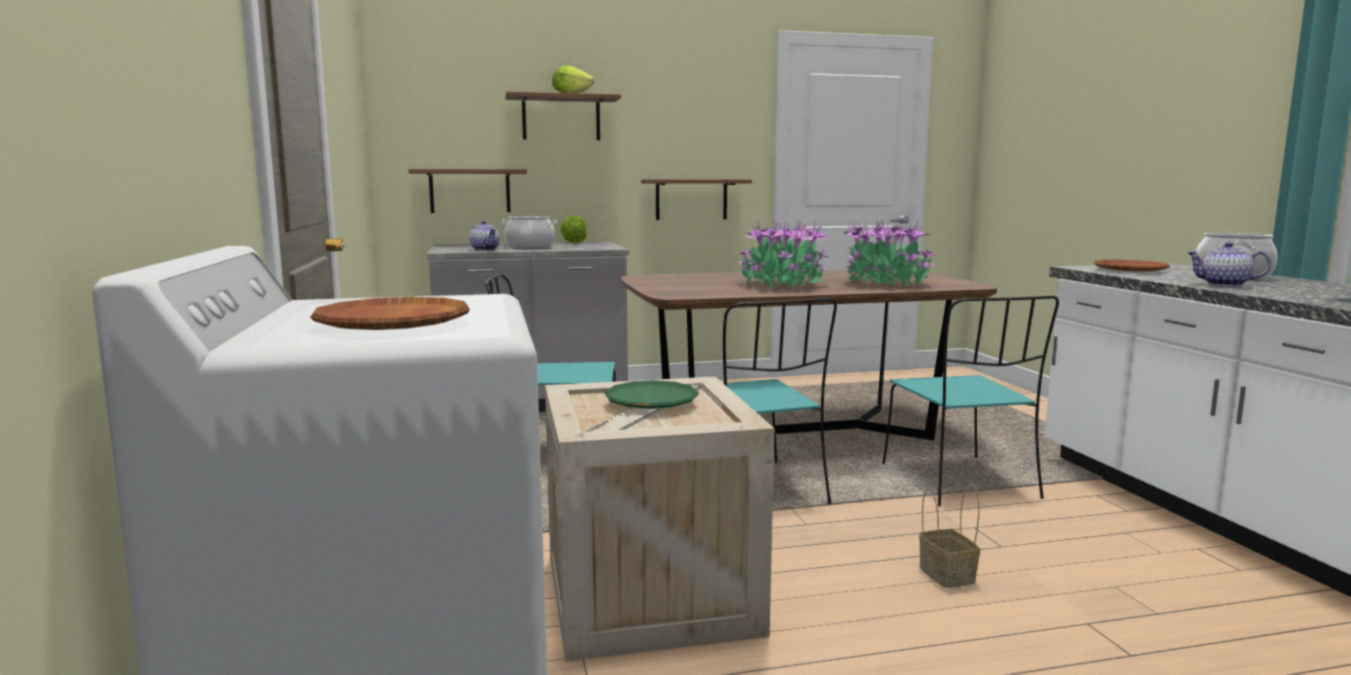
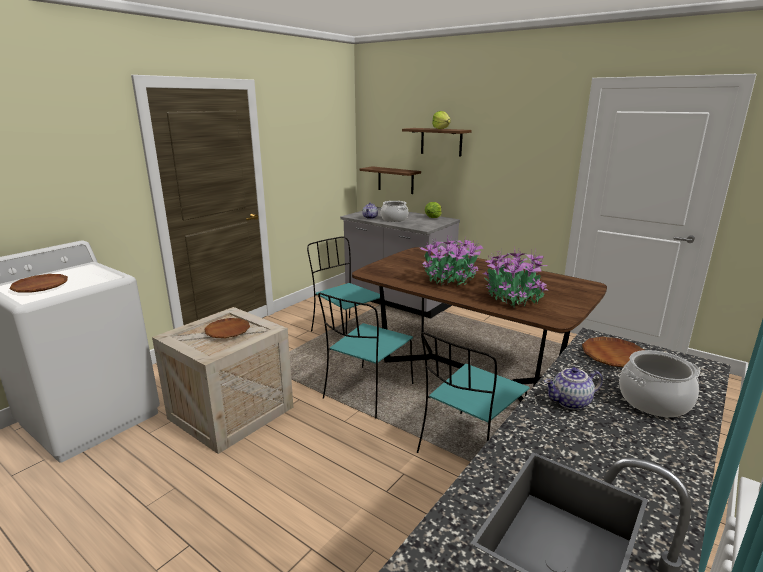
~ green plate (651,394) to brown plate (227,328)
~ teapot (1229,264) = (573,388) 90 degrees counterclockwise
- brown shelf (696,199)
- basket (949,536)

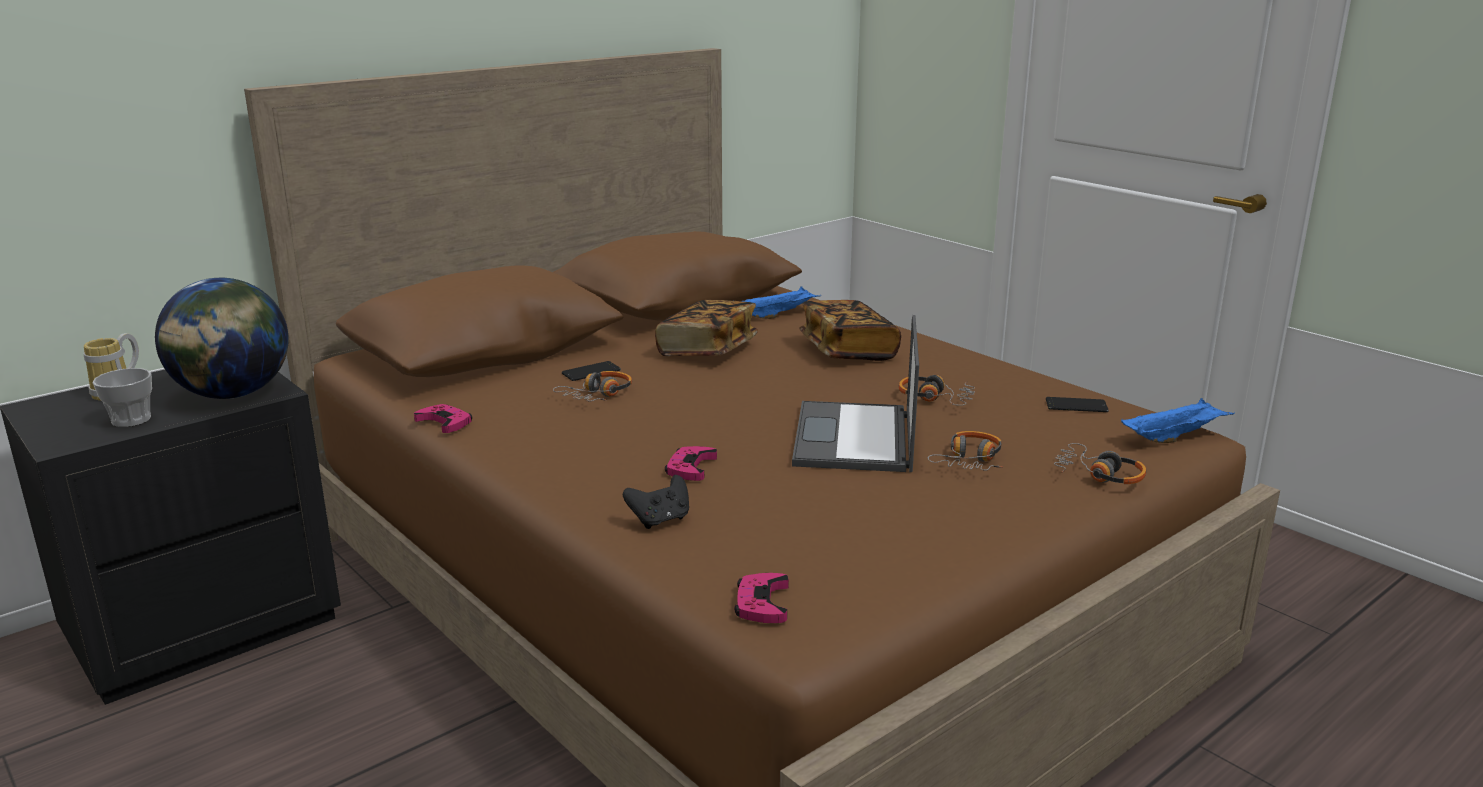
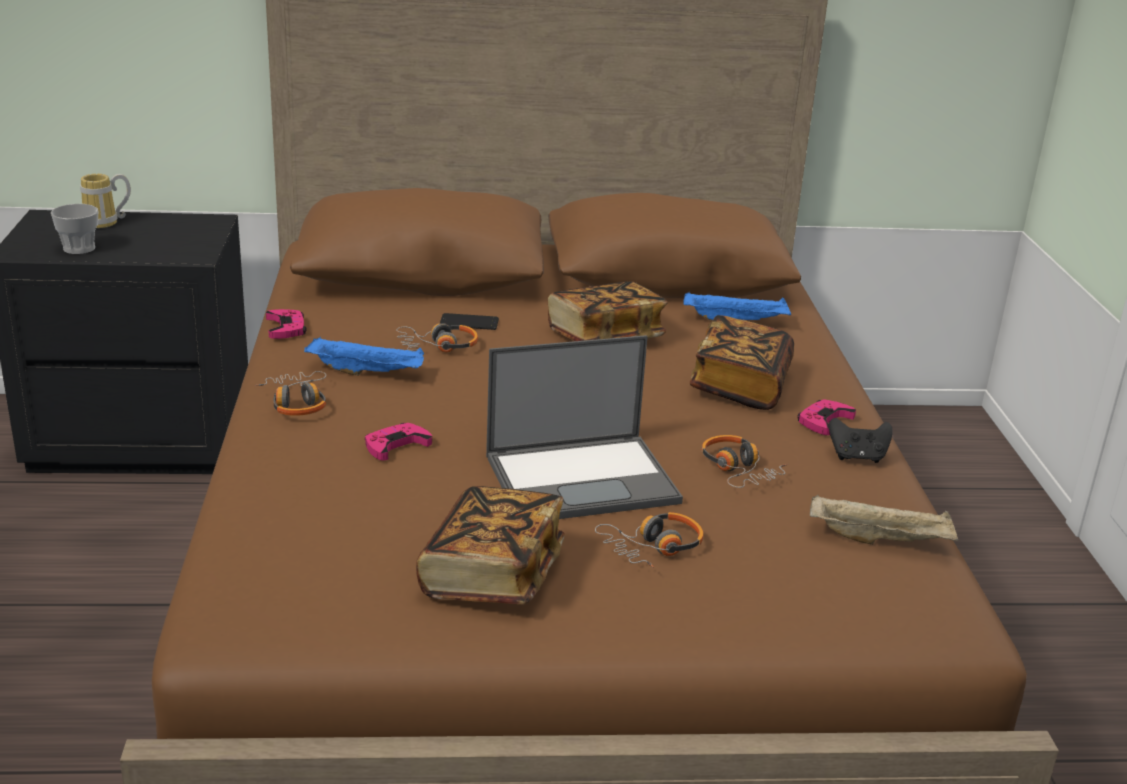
~ headphones (1100,463) to (290,393)
~ blue tray (1177,420) to (364,356)
+ book (490,545)
~ laptop (855,393) = (584,427) 150 degrees counterclockwise
~ pink game controller (761,598) to (826,417)
~ phone (1077,404) to beige tray (884,519)
~ black game controller (656,502) to (861,440)
- globe (222,338)

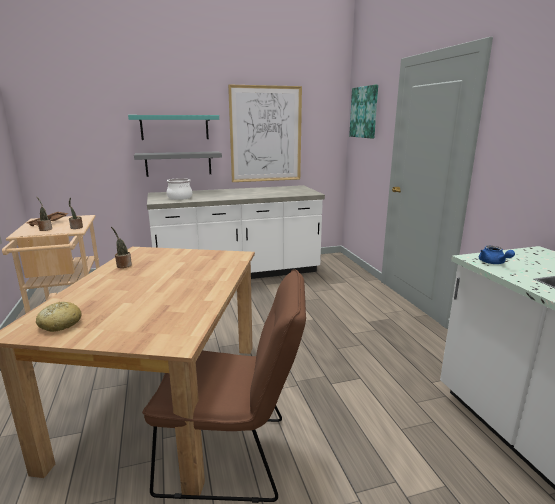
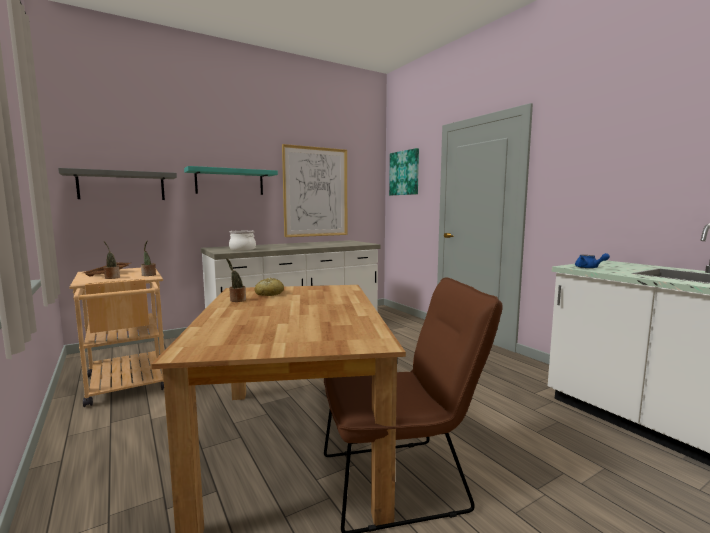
~ grey shelf (178,164) to (117,184)
~ bread (58,317) to (269,287)

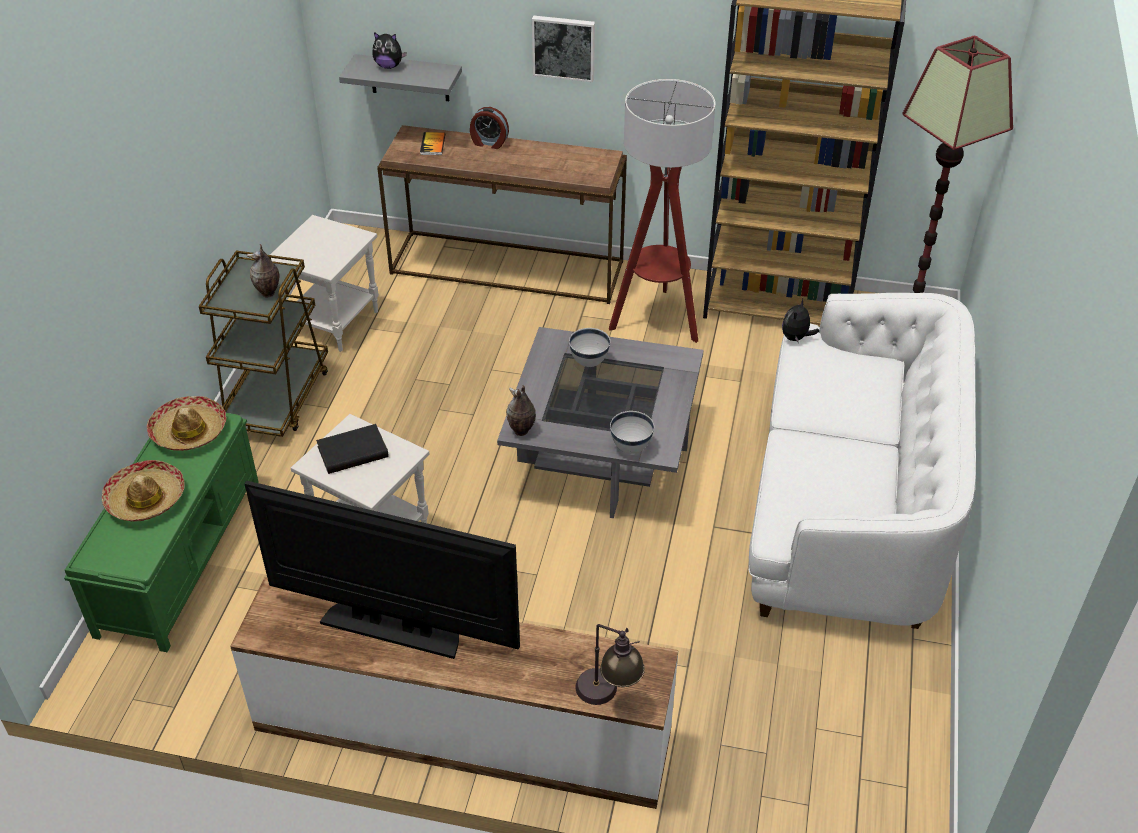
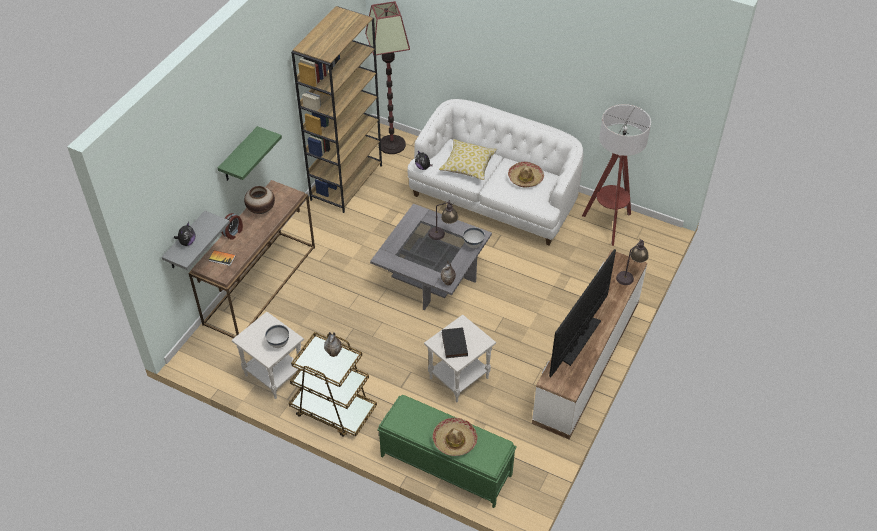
~ picture (563,48) to green shelf (250,153)
+ vase (259,200)
~ white bowl (589,347) to (277,336)
+ table lamp (443,220)
+ pillow (468,159)
~ hat (187,423) to (526,174)
~ floor lamp (662,211) to (616,175)

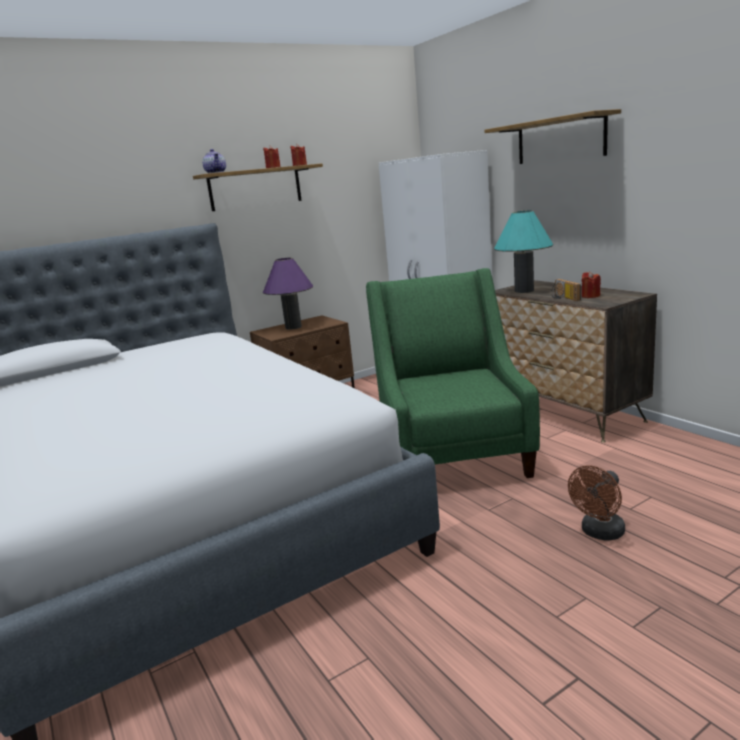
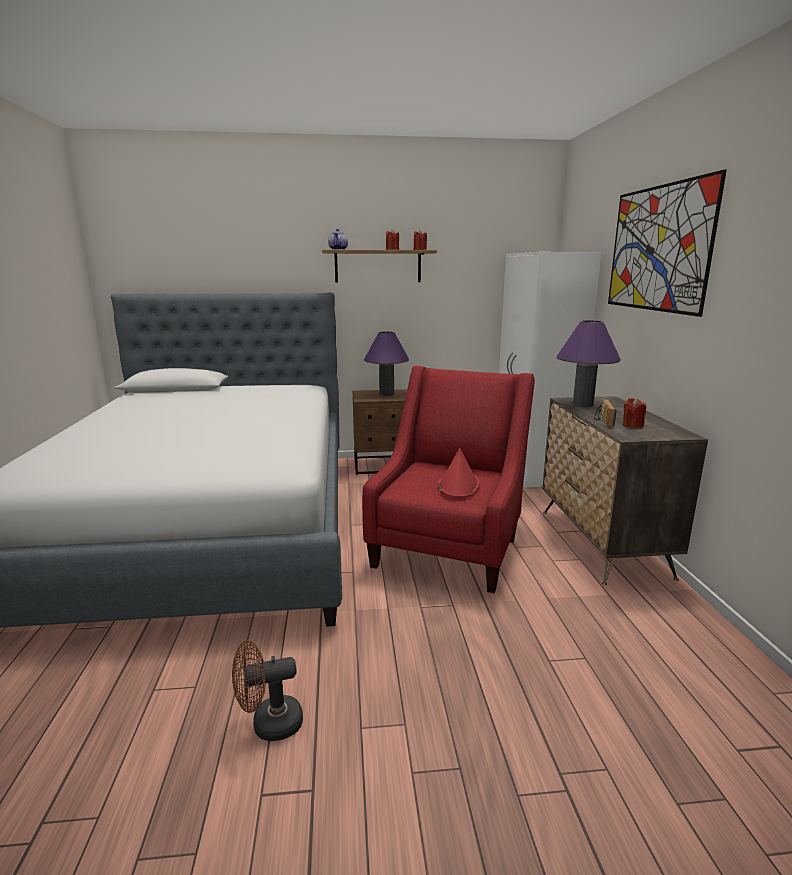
~ brown fan (596,503) to (267,691)
~ green armchair (453,373) to red armchair (448,479)
+ red hat (459,473)
~ turquoise table lamp (523,251) to purple table lamp (588,363)
~ shelf (553,136) to picture (667,243)

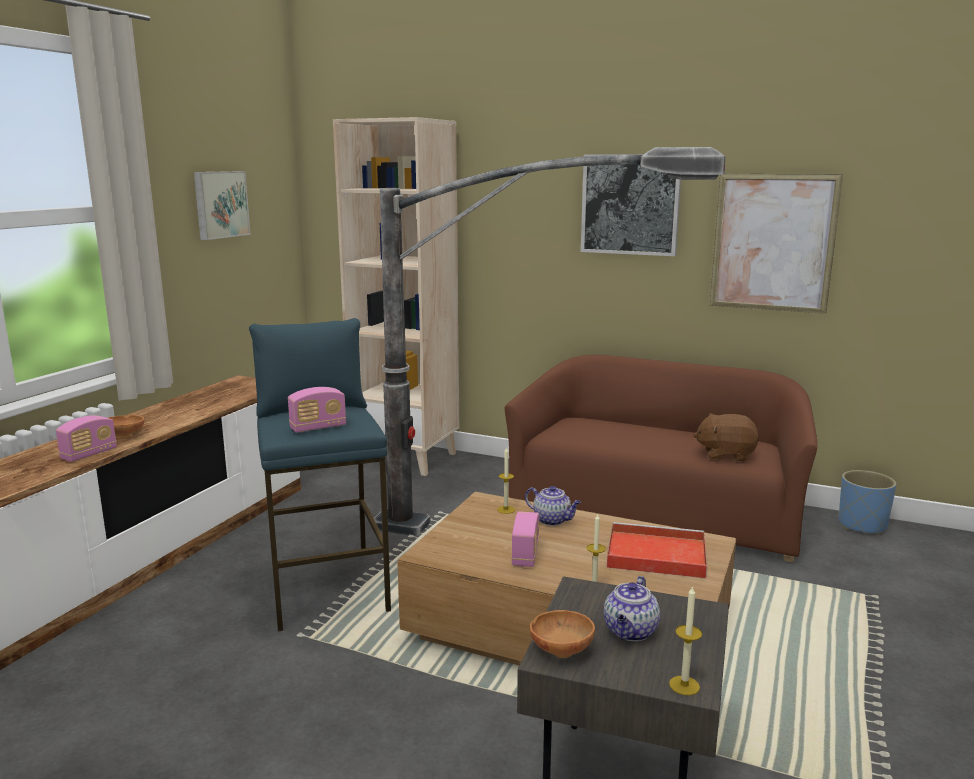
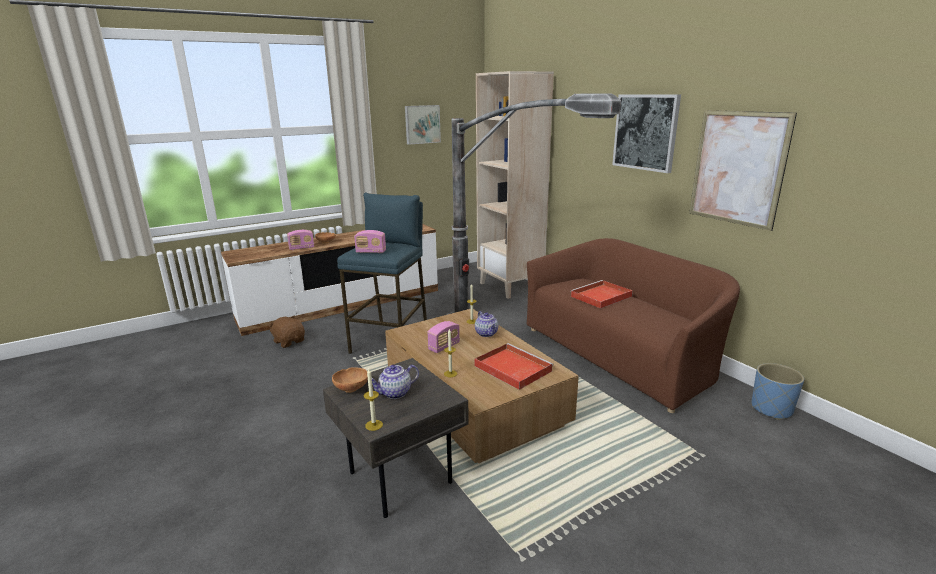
~ brown plush toy (726,437) to (286,332)
+ red tray (601,294)

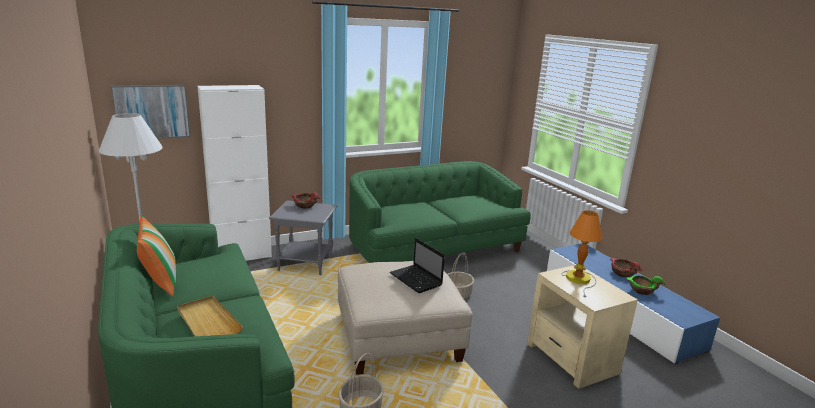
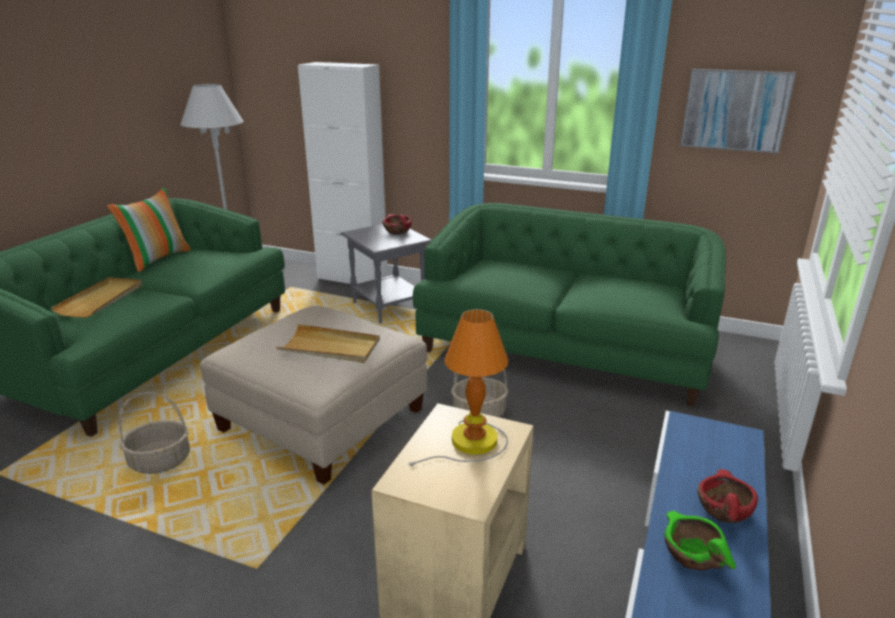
~ laptop (417,265) to beige tray (328,343)
~ picture (150,112) to (738,111)

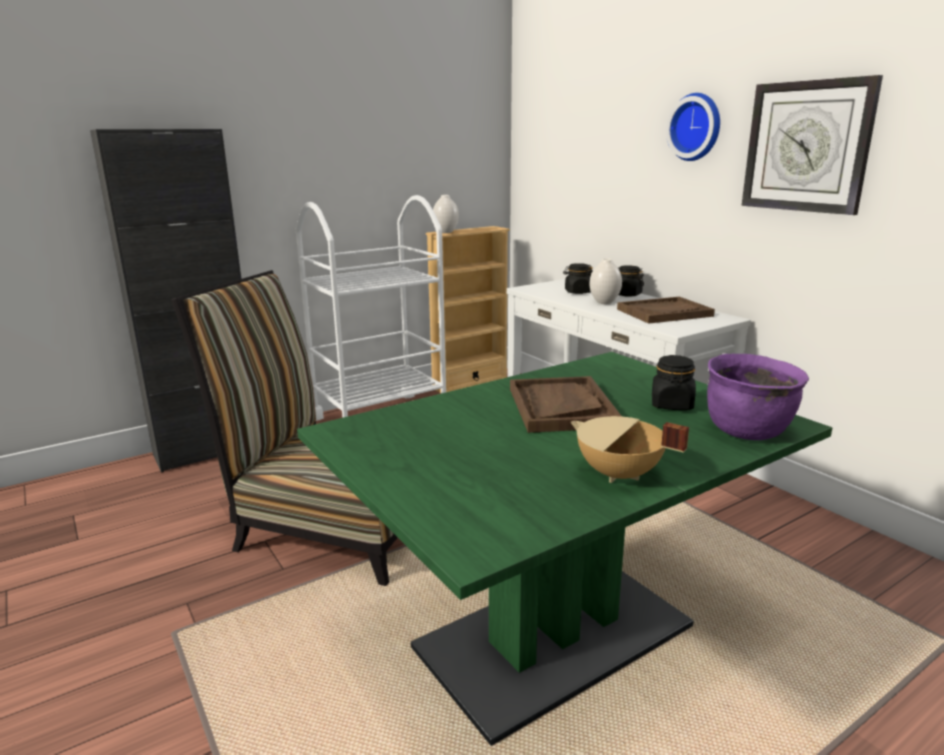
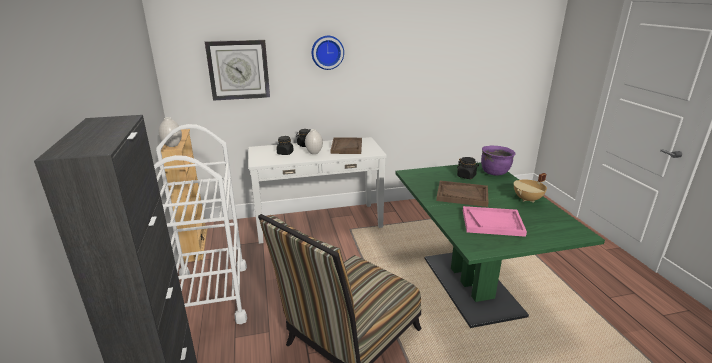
~ wall clock (812,145) to (237,70)
+ pink tray (495,221)

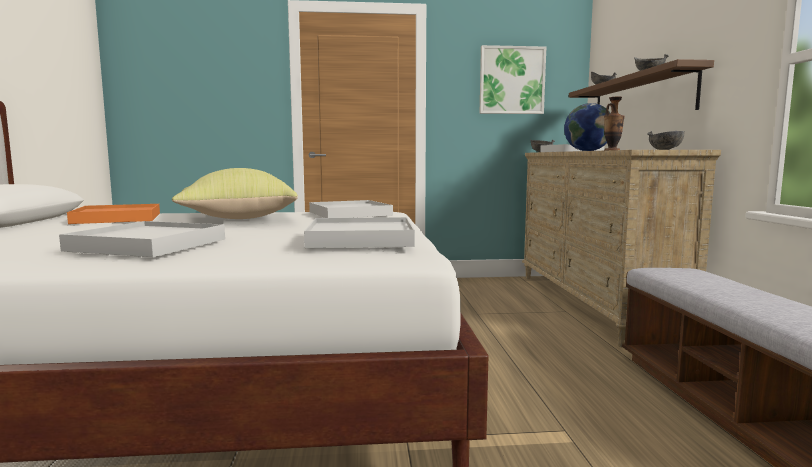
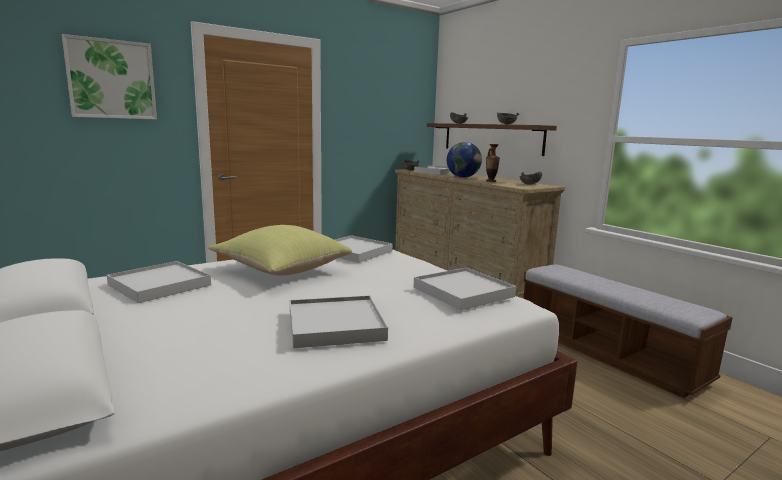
~ picture (513,79) to (109,76)
~ orange tray (113,214) to white tray (159,282)

